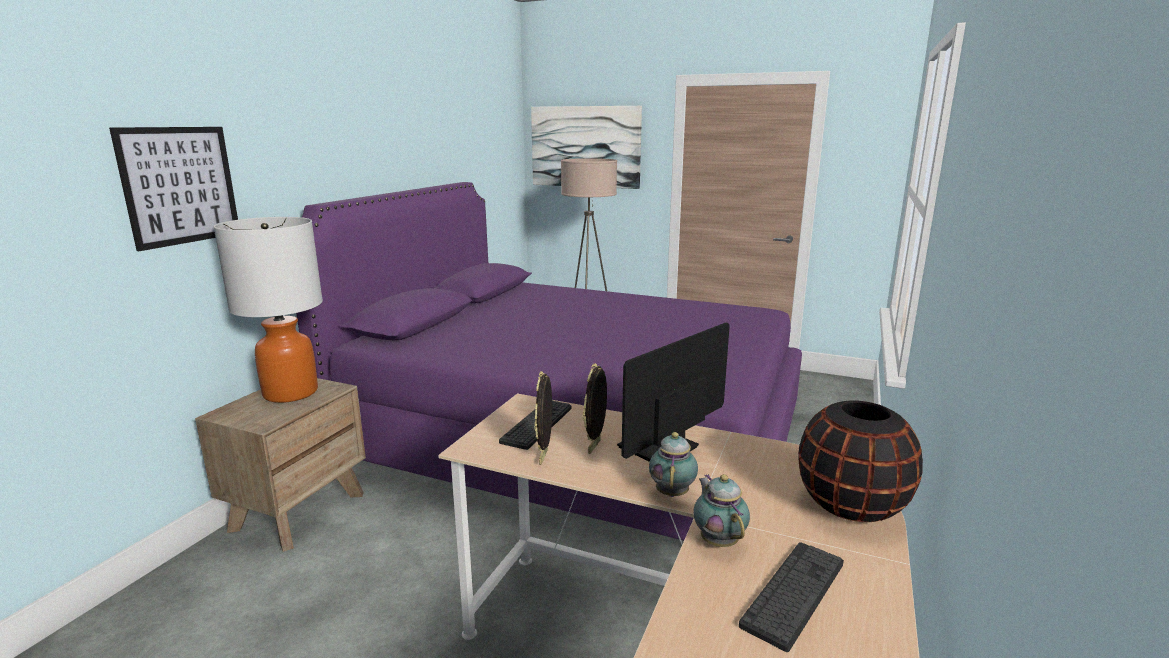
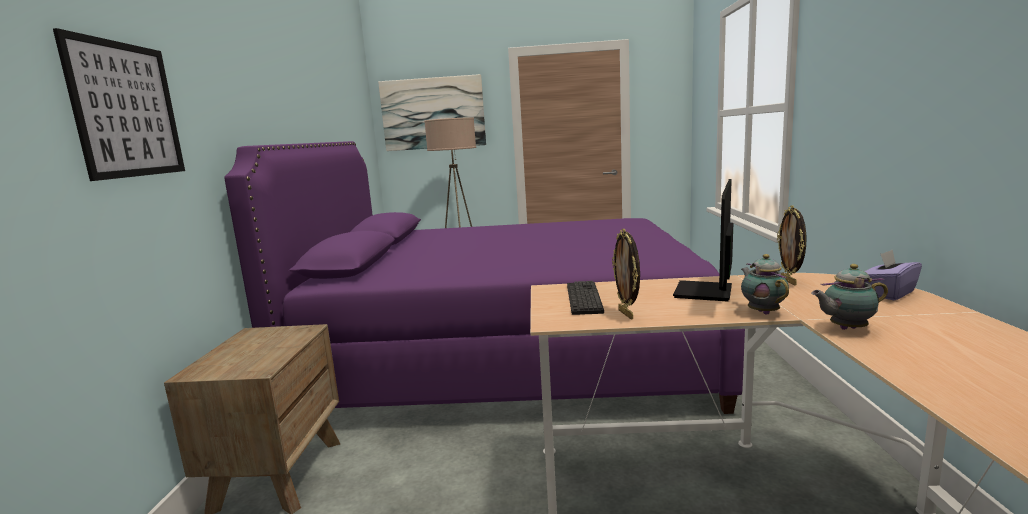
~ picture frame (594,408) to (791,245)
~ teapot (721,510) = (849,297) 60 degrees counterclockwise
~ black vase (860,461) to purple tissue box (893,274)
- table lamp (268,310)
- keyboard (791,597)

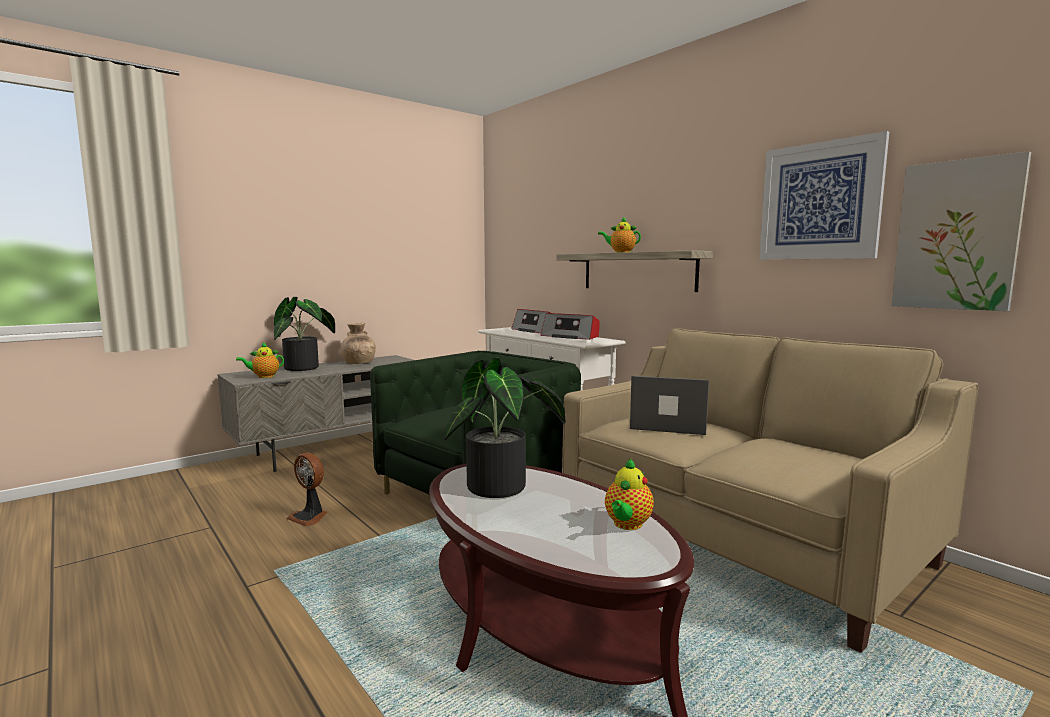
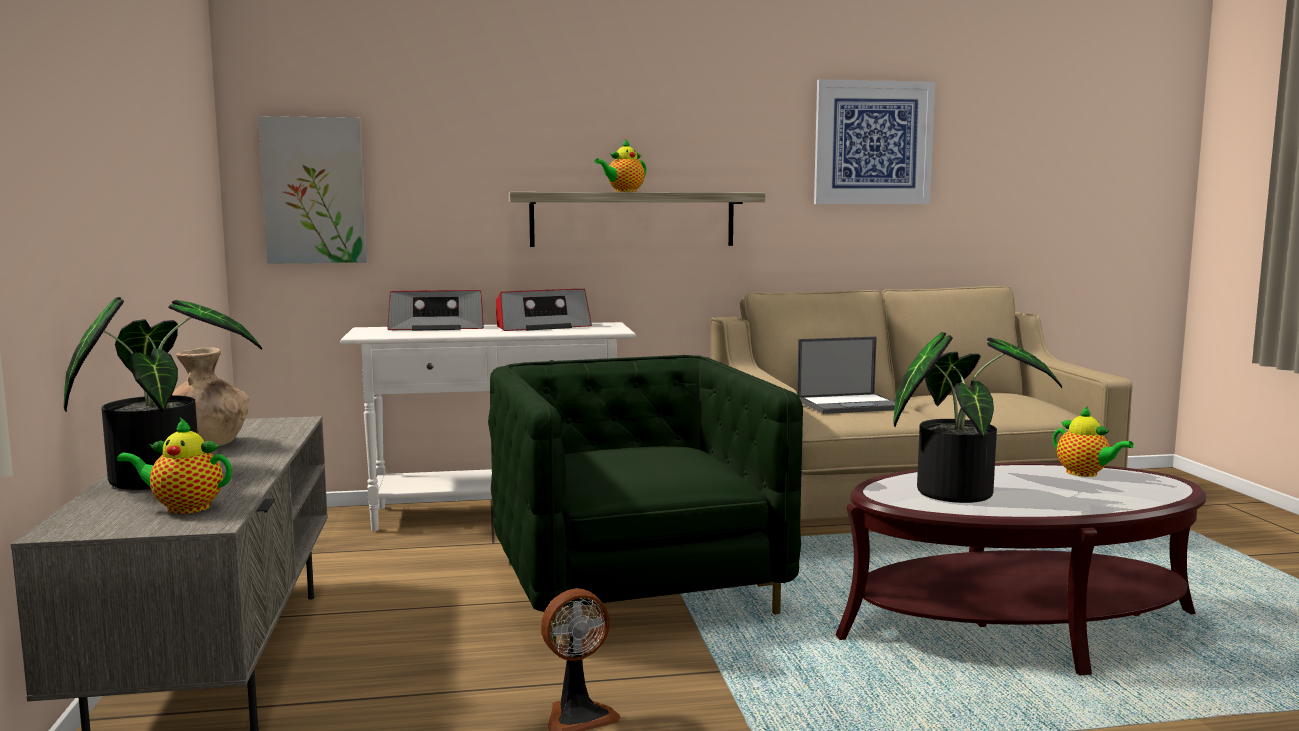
~ teapot (260,360) = (174,466) 90 degrees clockwise
~ picture (961,231) to (312,190)
~ laptop (669,405) = (850,375) 150 degrees counterclockwise

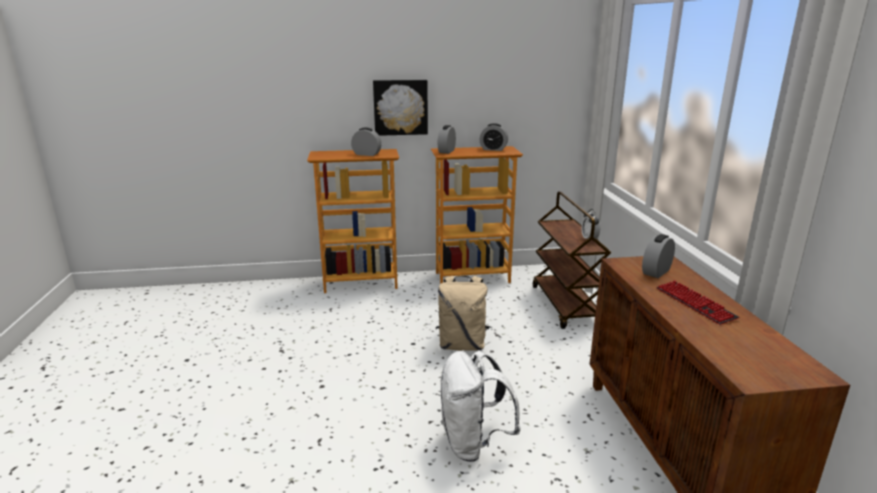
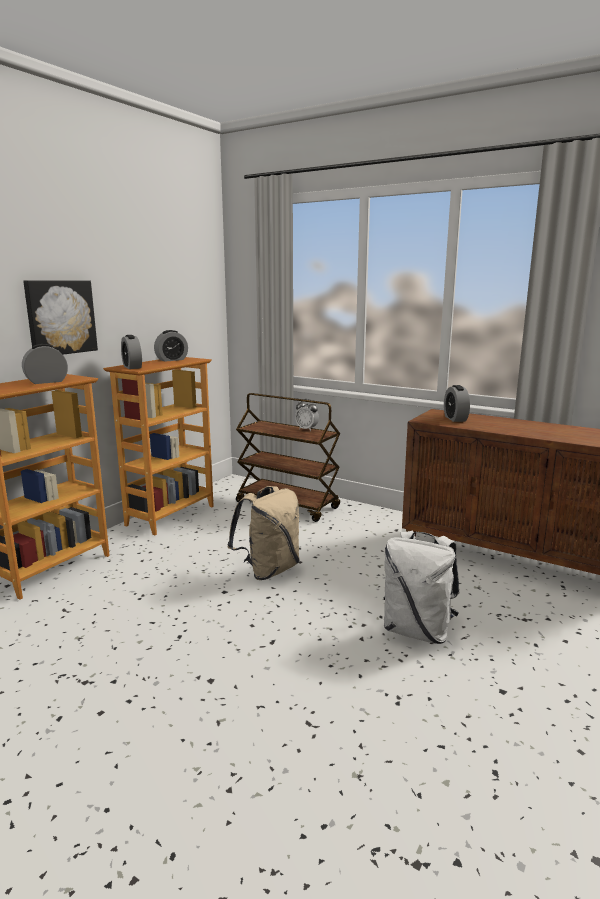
- keyboard (698,302)

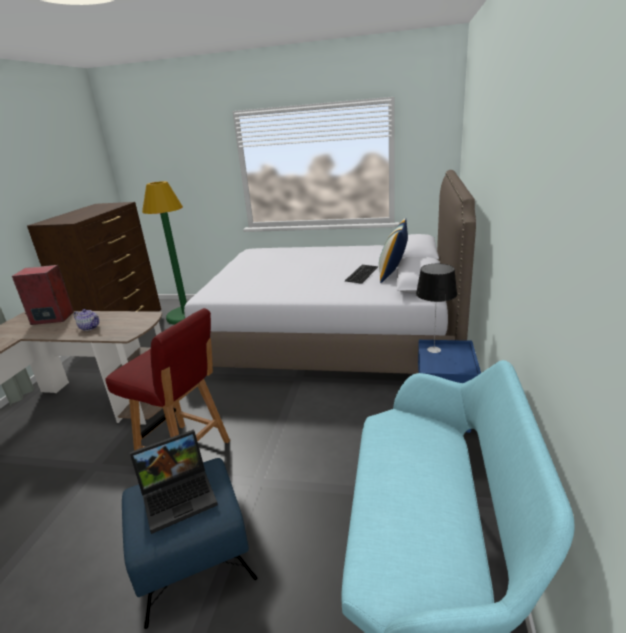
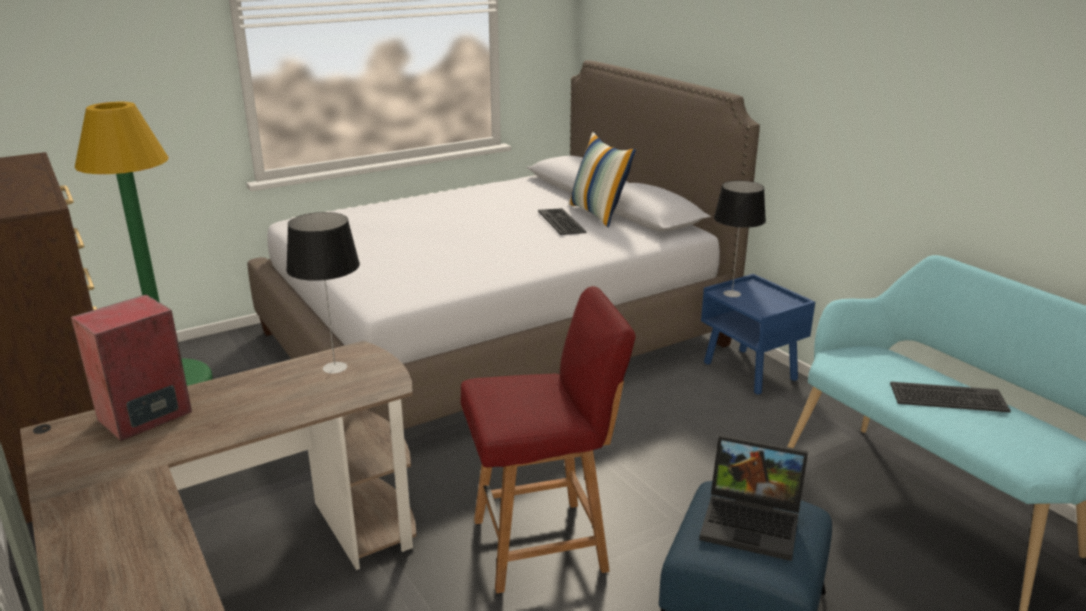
+ table lamp (323,293)
~ laptop (174,481) = (753,497) 90 degrees clockwise
+ keyboard (950,397)
- teapot (86,320)

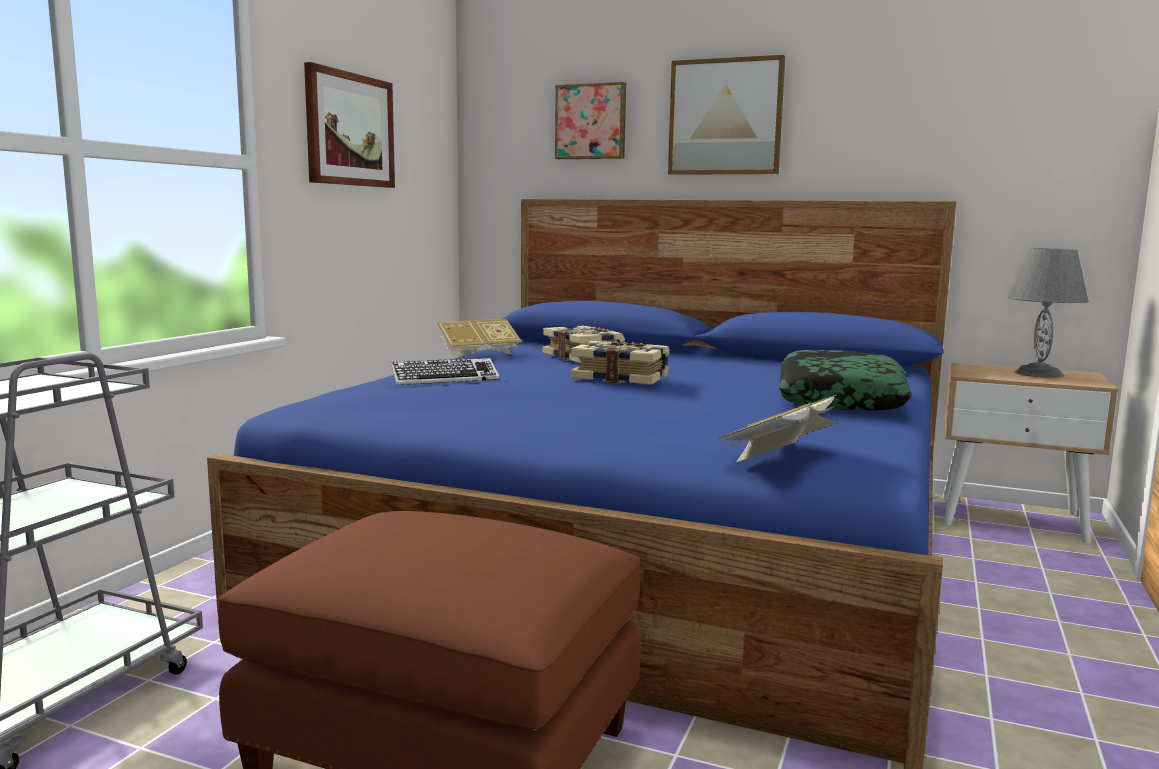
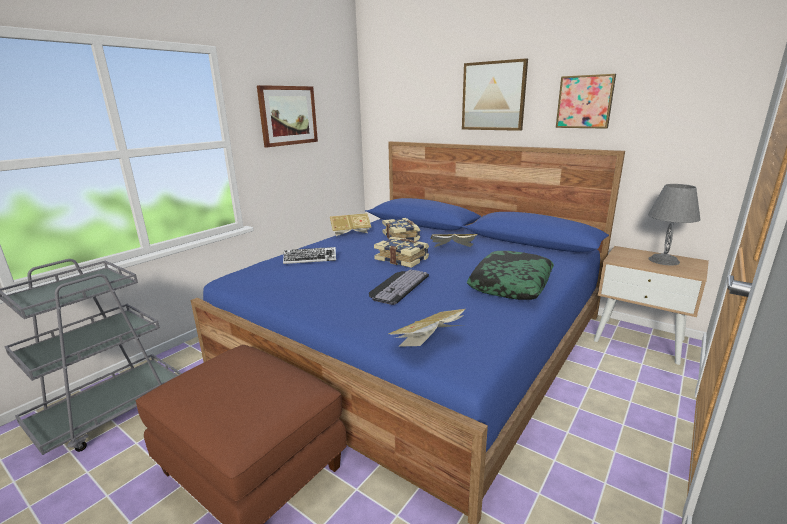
+ keyboard (399,287)
+ book (453,241)
~ picture (590,120) to (586,101)

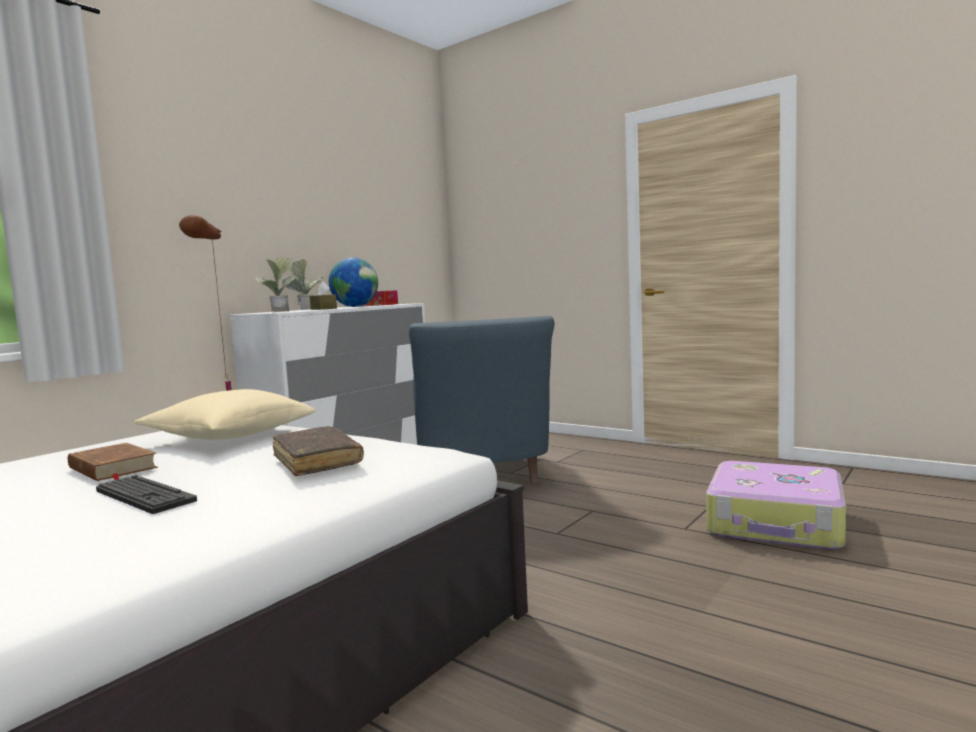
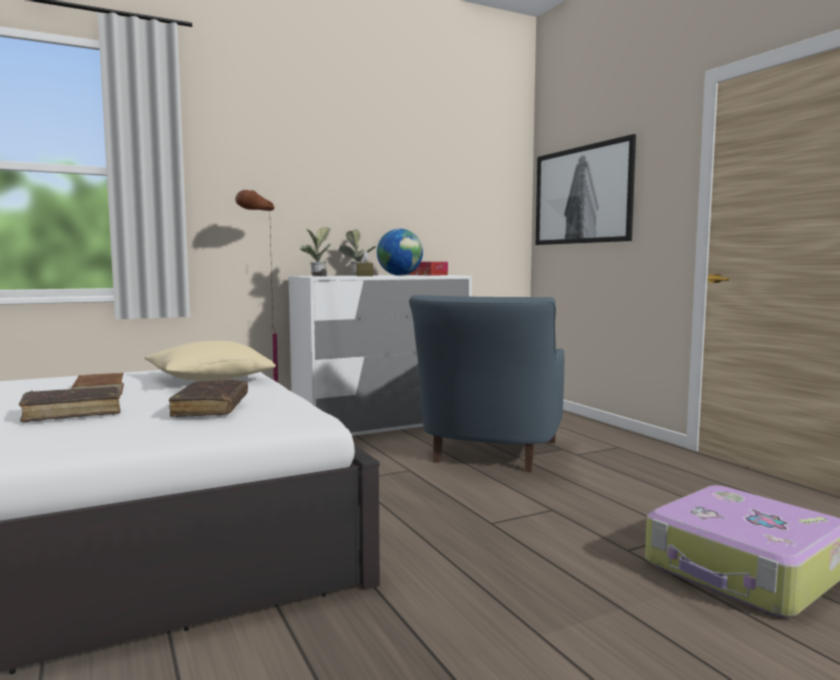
~ keyboard (146,494) to brown book (70,404)
+ picture (586,189)

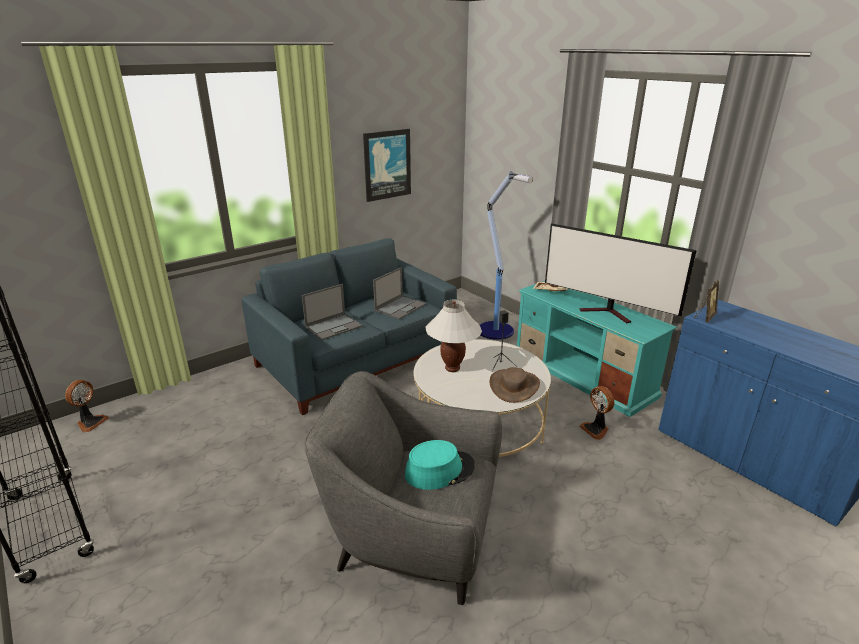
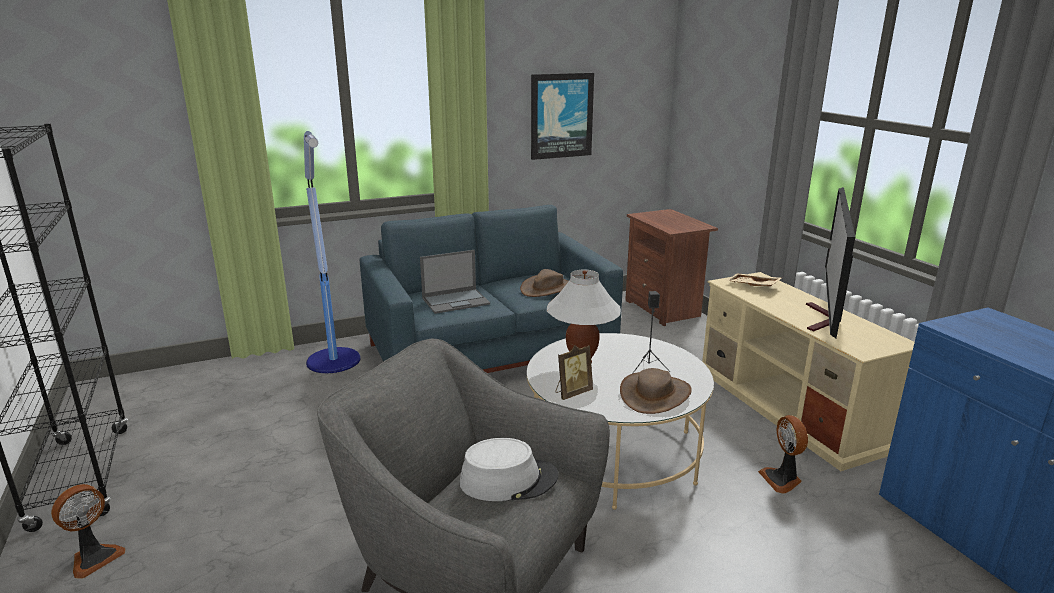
~ fan (86,406) to (88,531)
~ floor lamp (506,255) to (332,252)
~ turquoise hat (440,465) to grey hat (508,469)
~ laptop (399,293) to brown hat (544,283)
~ picture frame (706,302) to (574,372)
+ brown nightstand (671,267)
~ turquoise tv stand (597,349) to beige tv stand (808,371)
~ television (621,273) = (830,262) 60 degrees clockwise

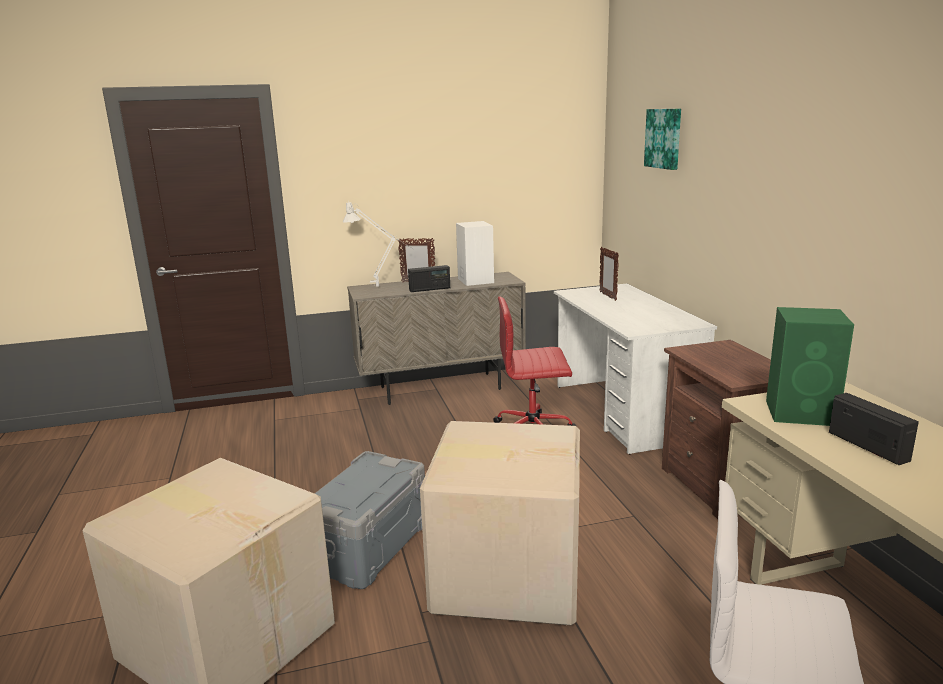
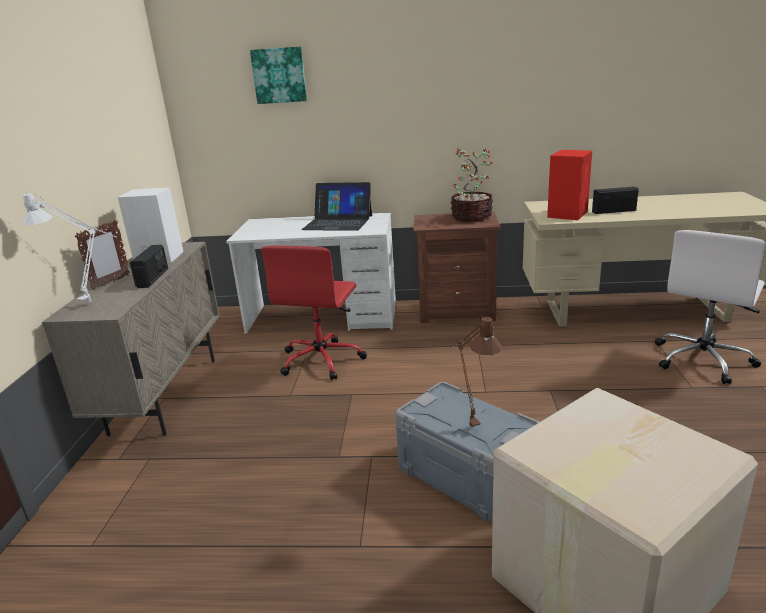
+ laptop (336,206)
+ potted plant (472,185)
+ brown table lamp (477,371)
~ green speaker (810,366) to red speaker (569,185)
- cardboard box (500,523)
- picture frame (609,274)

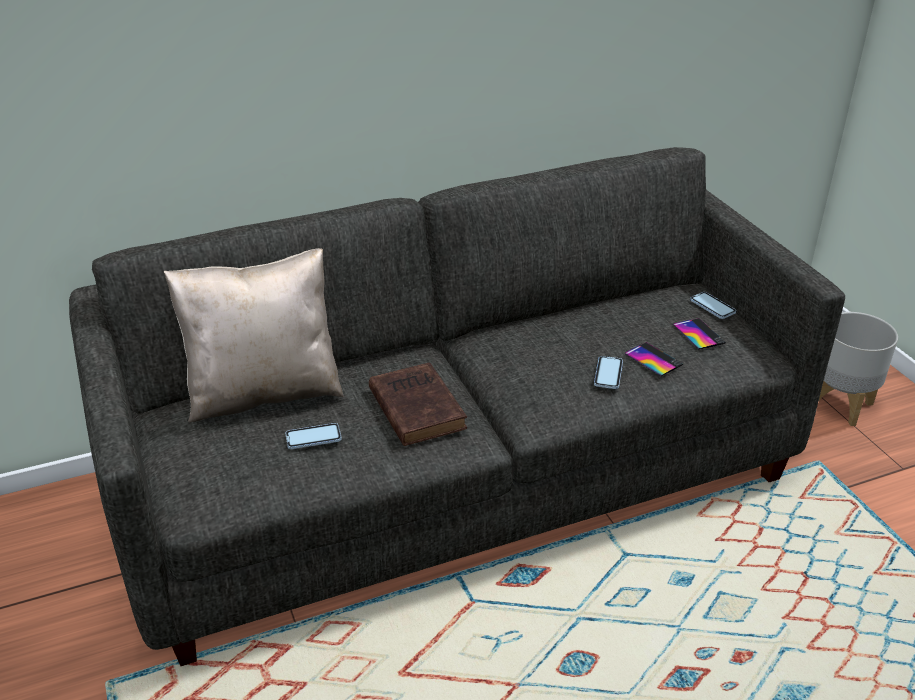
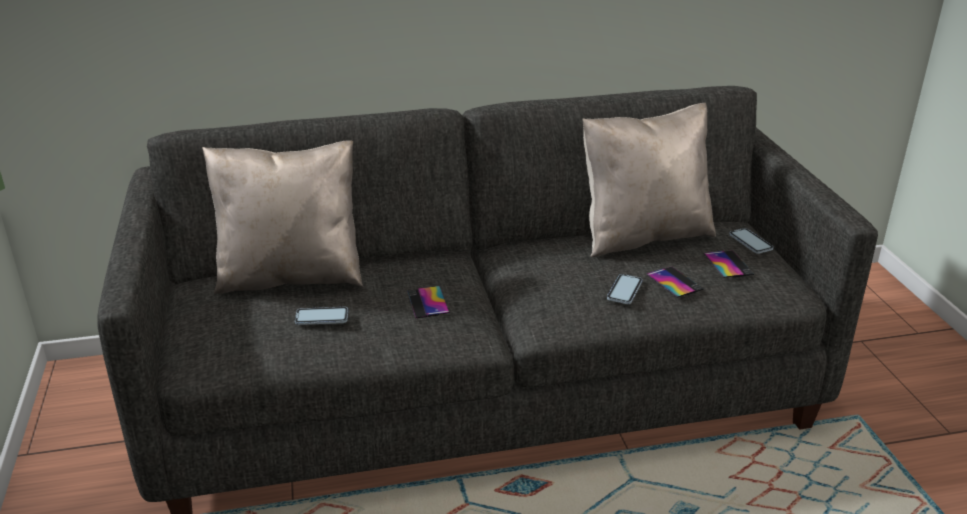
~ brown book (418,404) to phone (428,302)
+ beige pillow (649,180)
- grey planter (858,369)

